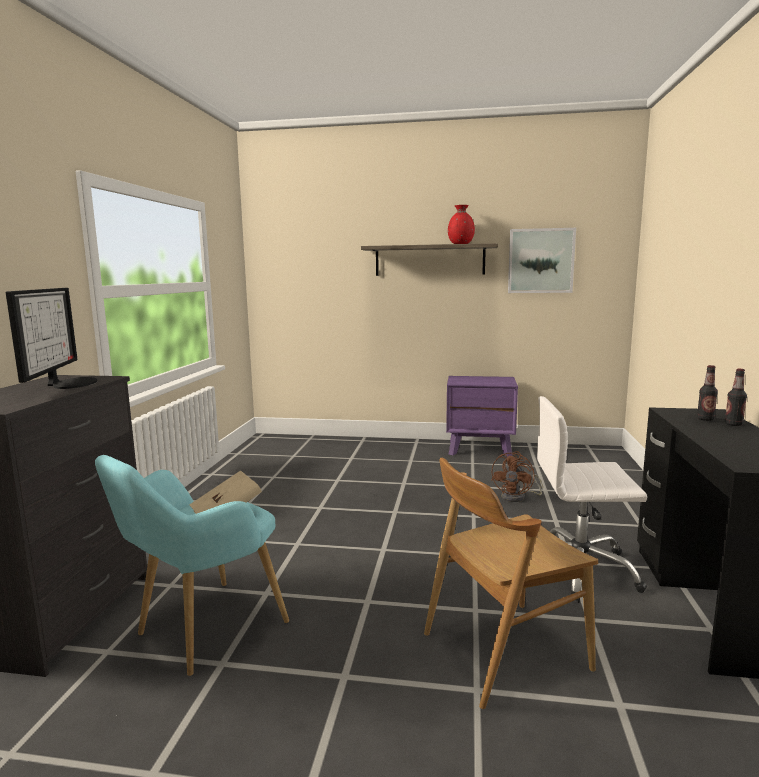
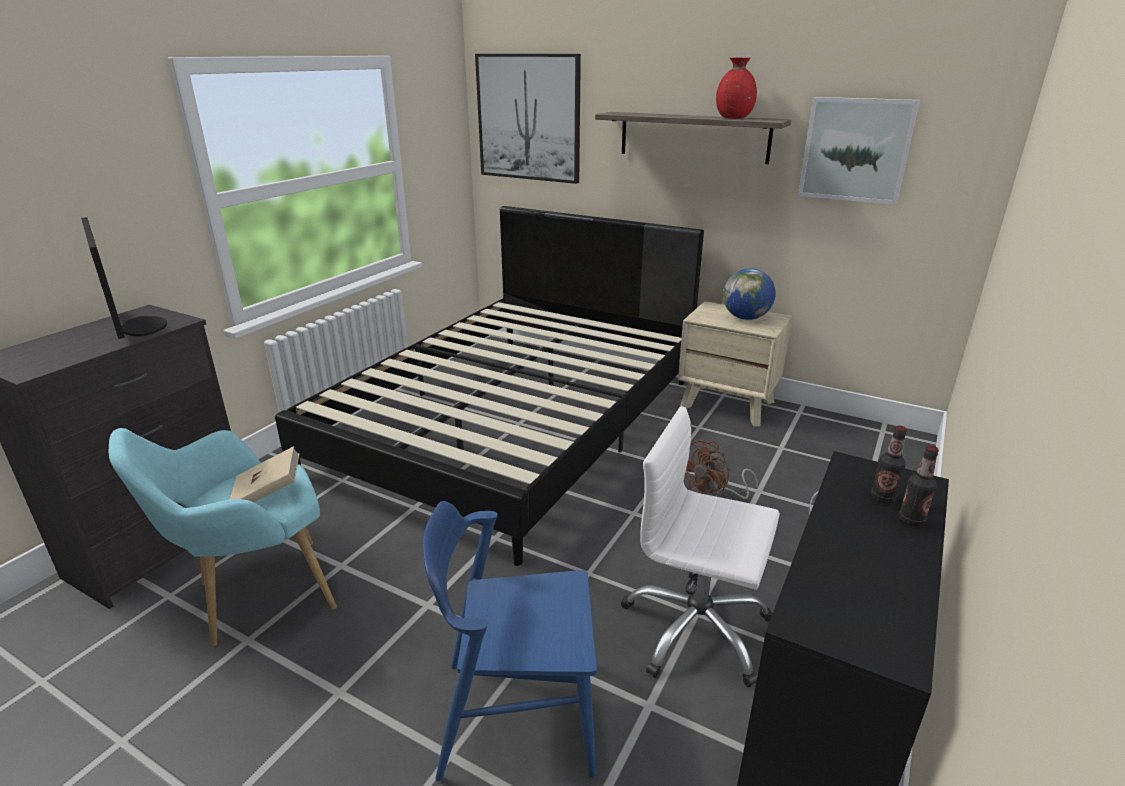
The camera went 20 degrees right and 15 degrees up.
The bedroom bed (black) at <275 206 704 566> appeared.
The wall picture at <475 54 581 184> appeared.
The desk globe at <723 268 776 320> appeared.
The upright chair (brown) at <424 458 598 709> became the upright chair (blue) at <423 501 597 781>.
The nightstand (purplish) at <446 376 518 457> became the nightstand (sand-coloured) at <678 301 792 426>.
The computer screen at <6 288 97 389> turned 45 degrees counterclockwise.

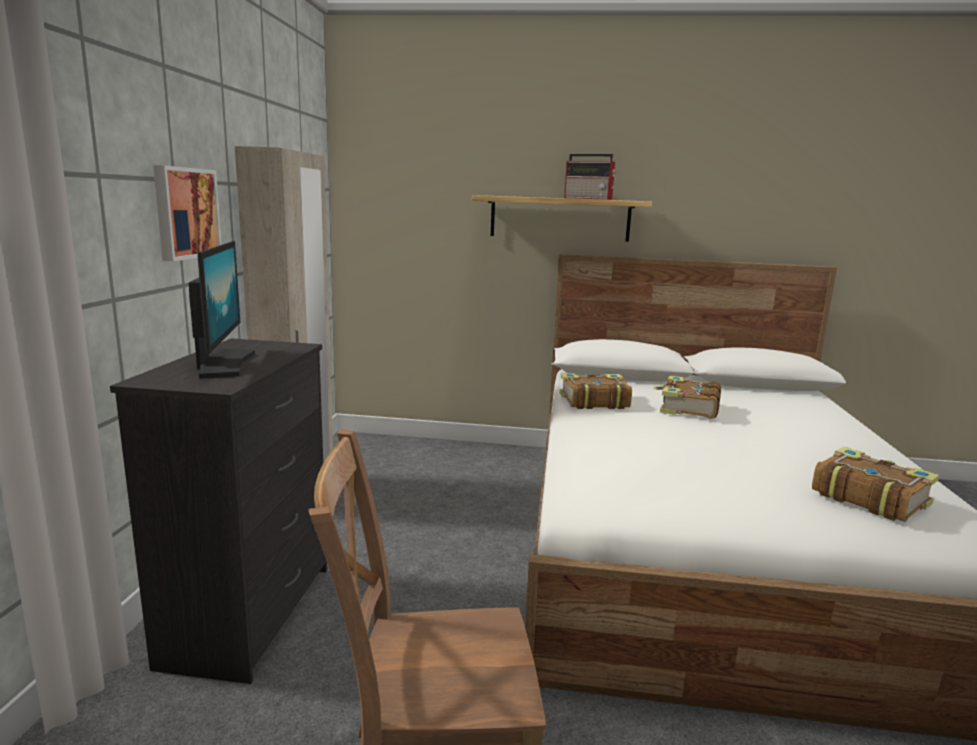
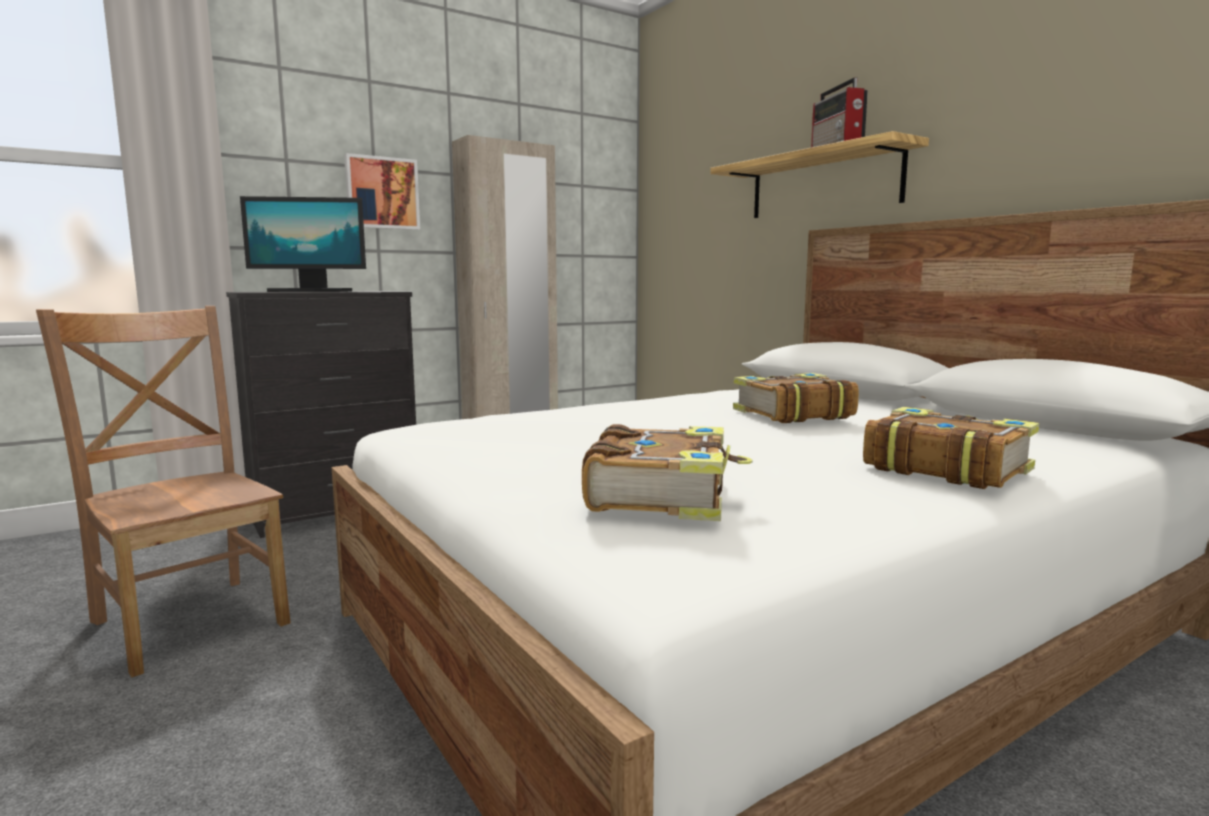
The camera went 50 degrees right and 5 degrees down.
The book moved from <560 373 632 409> to <863 407 1039 489>.
The computer screen at <189 241 255 379> turned 45 degrees clockwise.

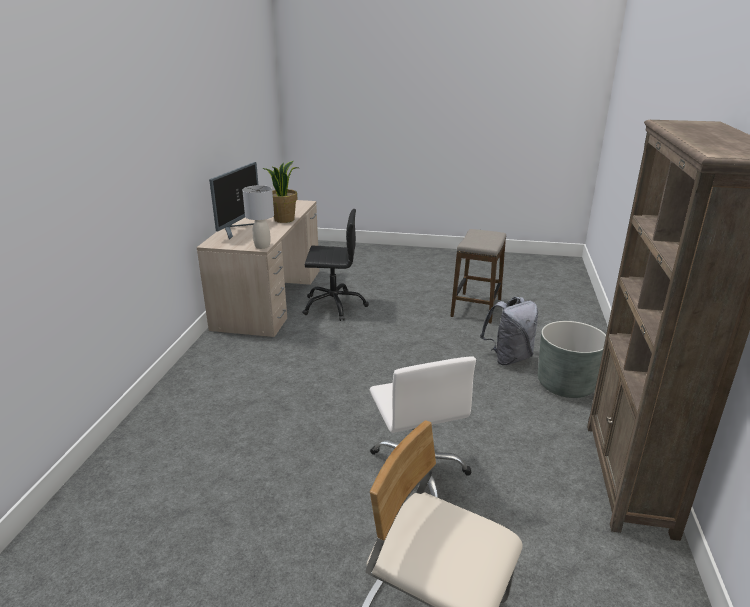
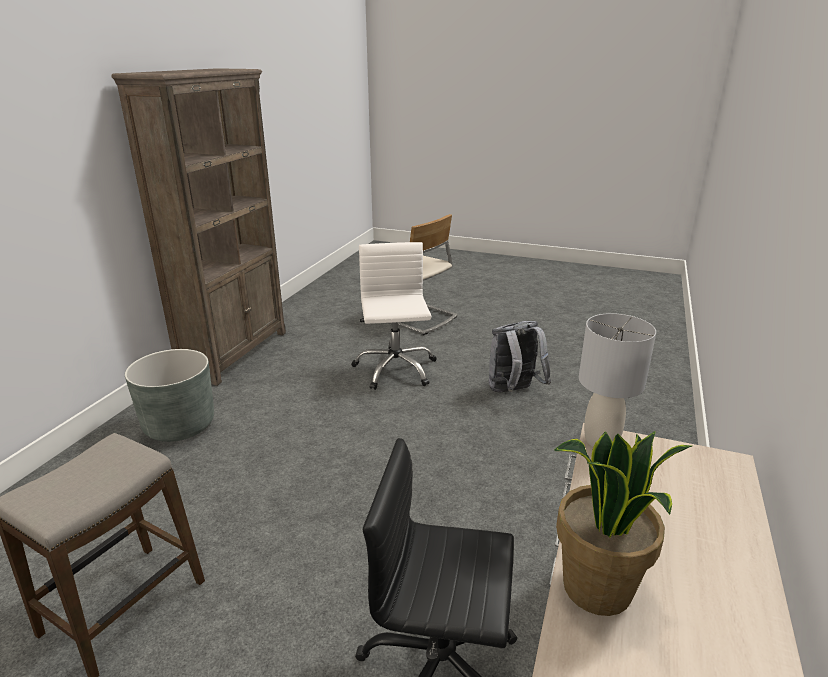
The camera went 170 degrees left and 0 degrees up.
The computer screen at <209 162 258 240> disappeared.
The rucksack (grey) moved from <480 297 538 365> to <488 321 551 393>.

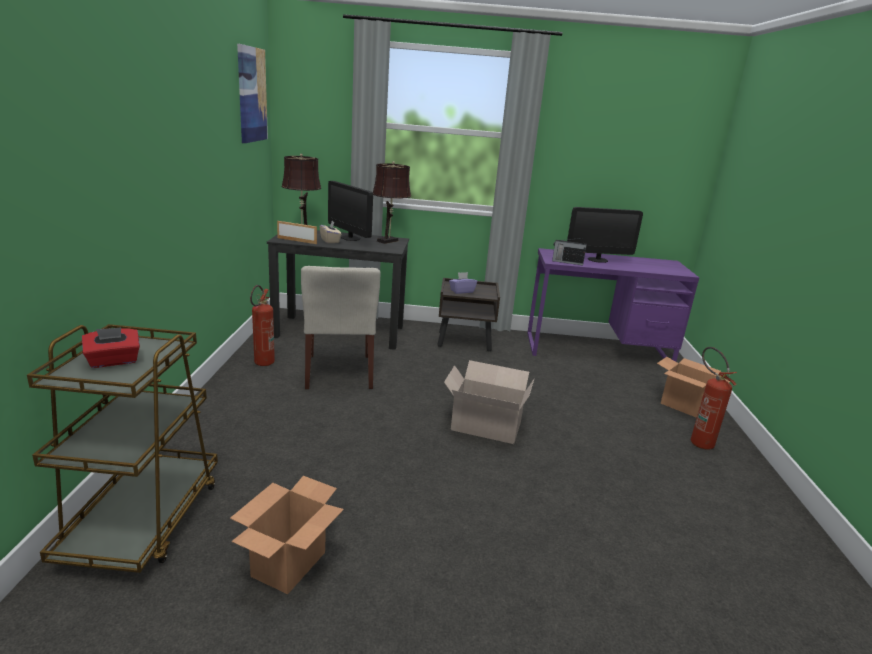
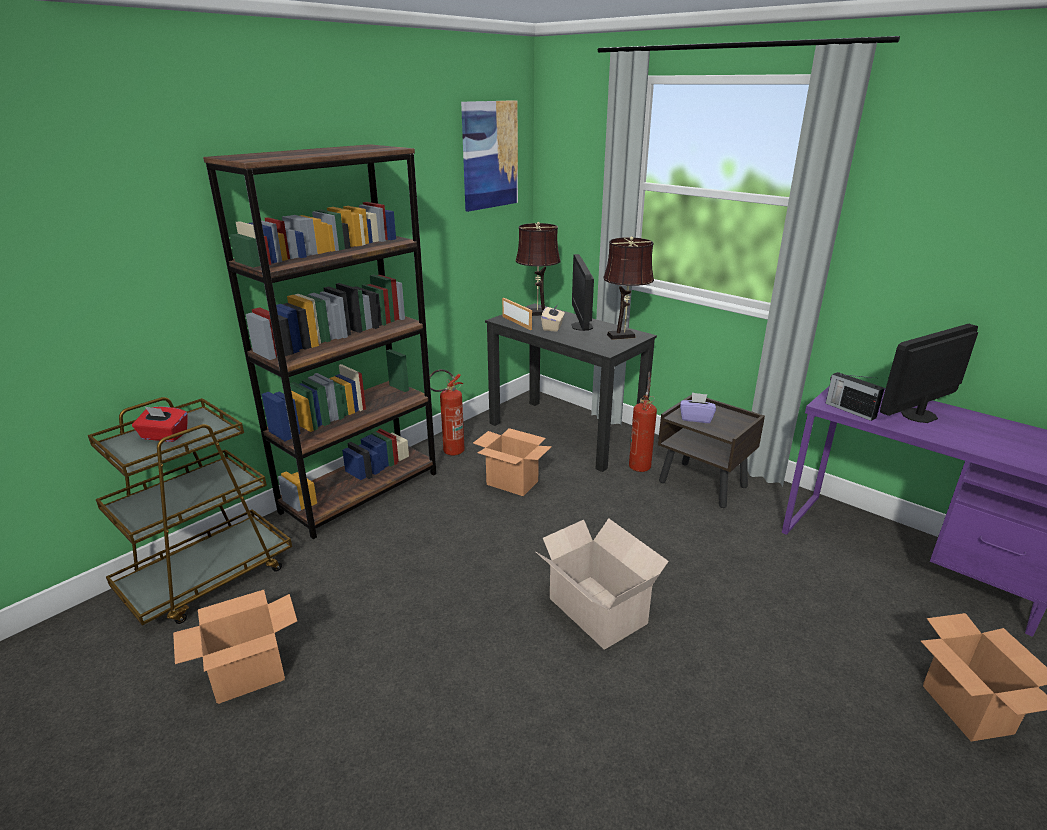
The camera went 40 degrees right and 5 degrees up.
The bookshelf (brown) at <203 144 436 539> appeared.
The fire-fighting cylinder moved from <691 347 737 450> to <629 372 657 472>.
The upright chair (sand-coloured) at <301 266 381 389> was replaced by the carton at <473 428 552 496>.
The computer screen at <567 207 643 263> turned 120 degrees clockwise.

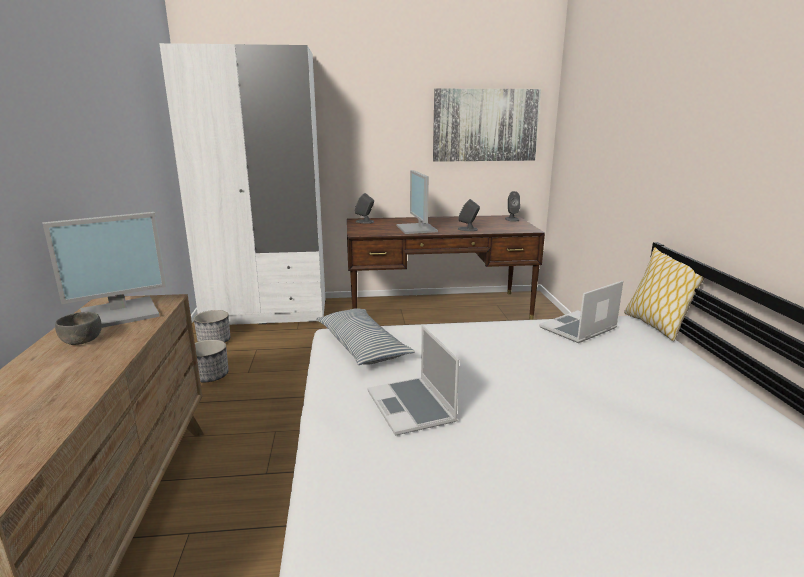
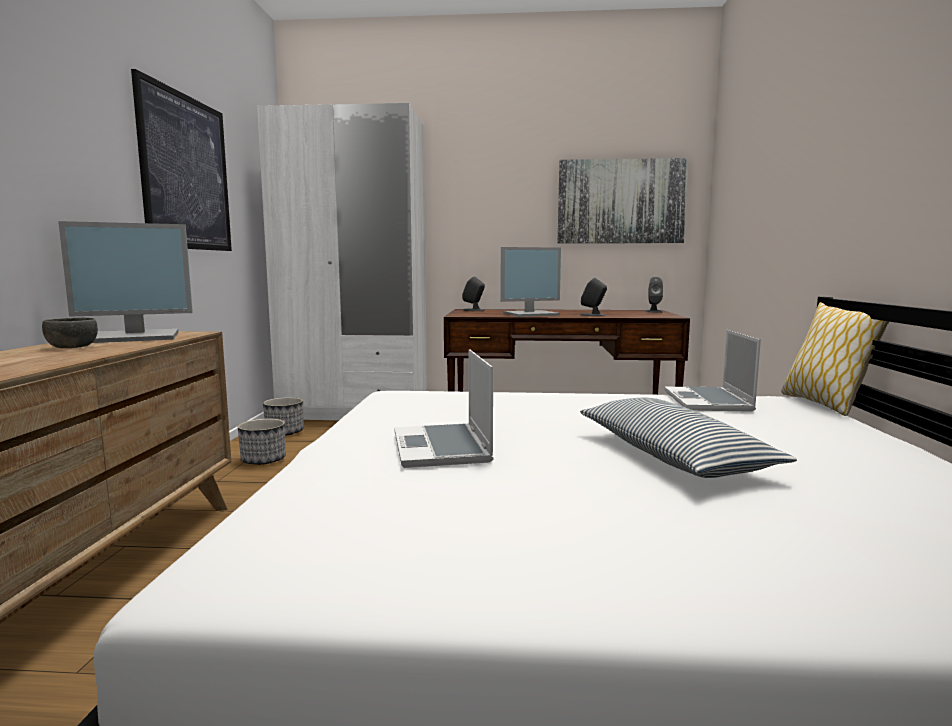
The camera went 10 degrees right and 10 degrees down.
The wall picture at <131 69 232 251> appeared.
The throw pillow moved from <316 308 415 365> to <580 398 797 478>.
The computer screen at <397 170 438 234> turned 105 degrees counterclockwise.
The portable computer at <539 281 623 343> turned 60 degrees counterclockwise.

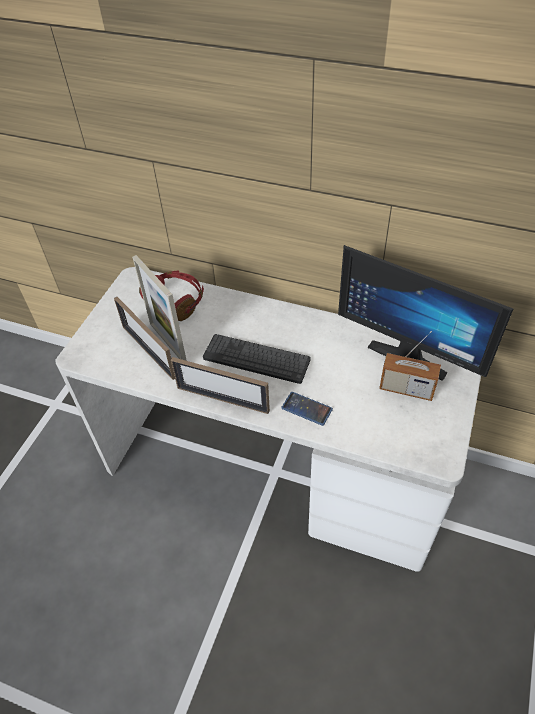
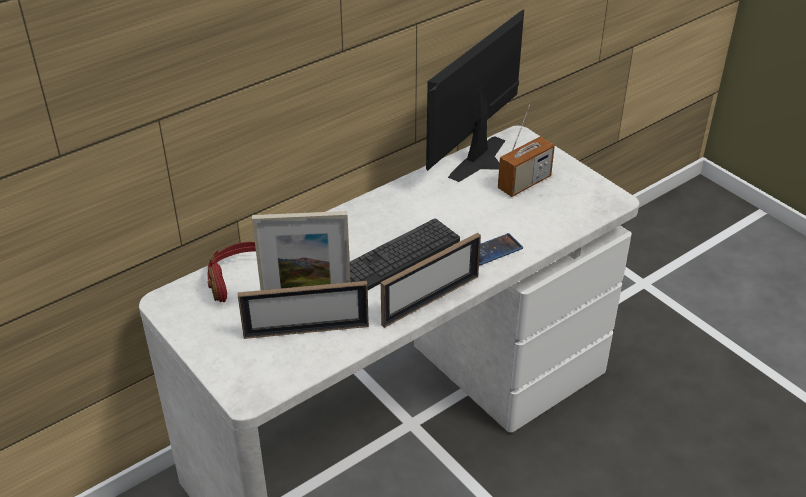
The camera went 60 degrees left and 10 degrees down.
The computer screen at <338 245 513 381> turned 150 degrees clockwise.

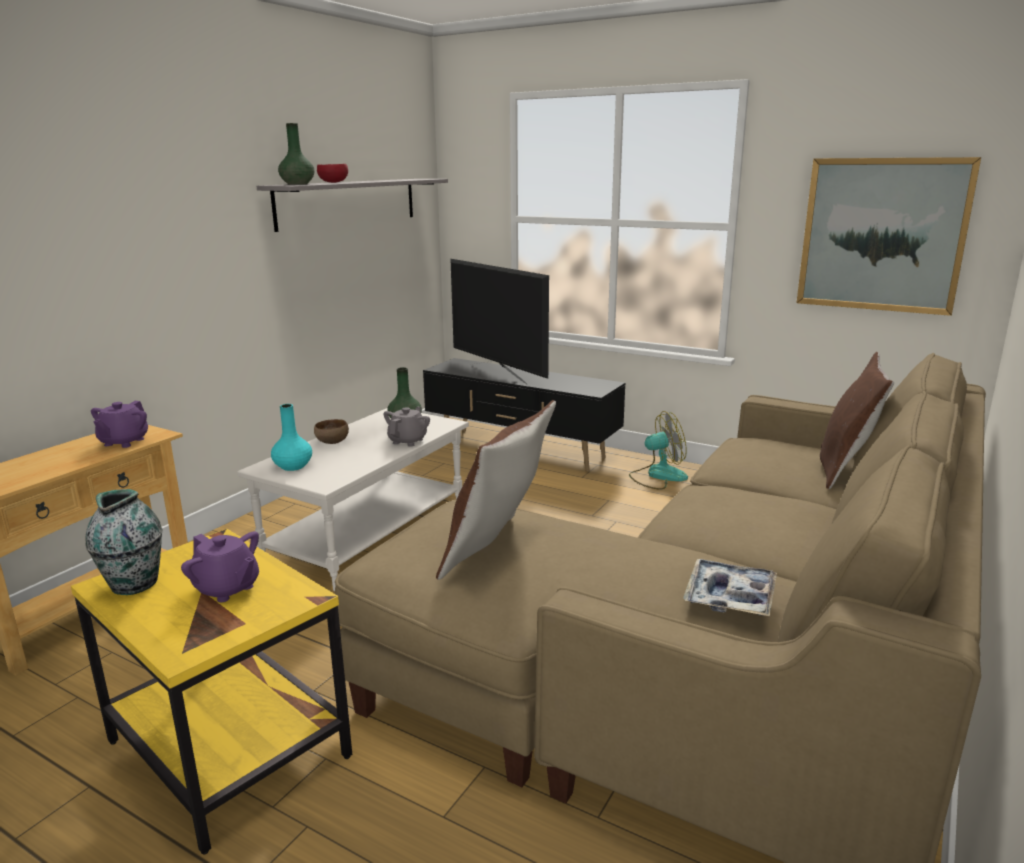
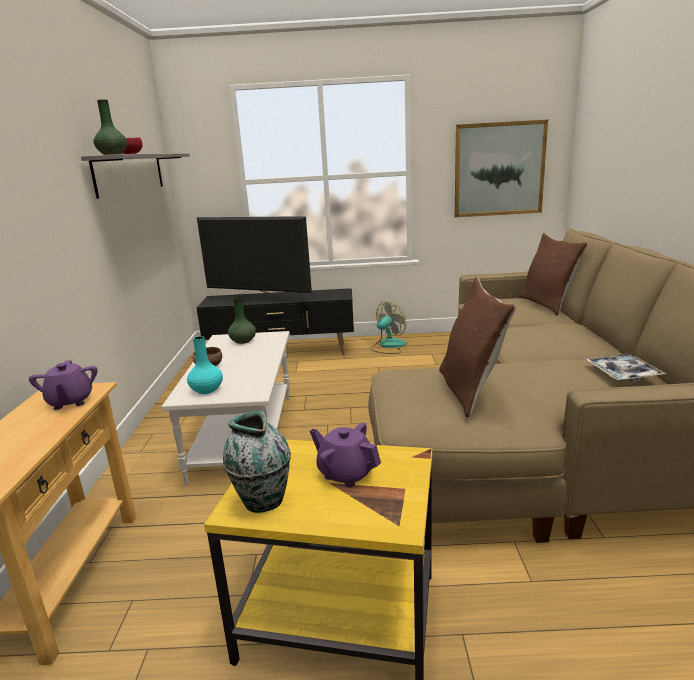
The camera went 30 degrees left and 0 degrees up.
The teapot (grey) at <384 407 430 447> disappeared.
The teapot (purplish) at <181 531 259 602> turned 150 degrees counterclockwise.

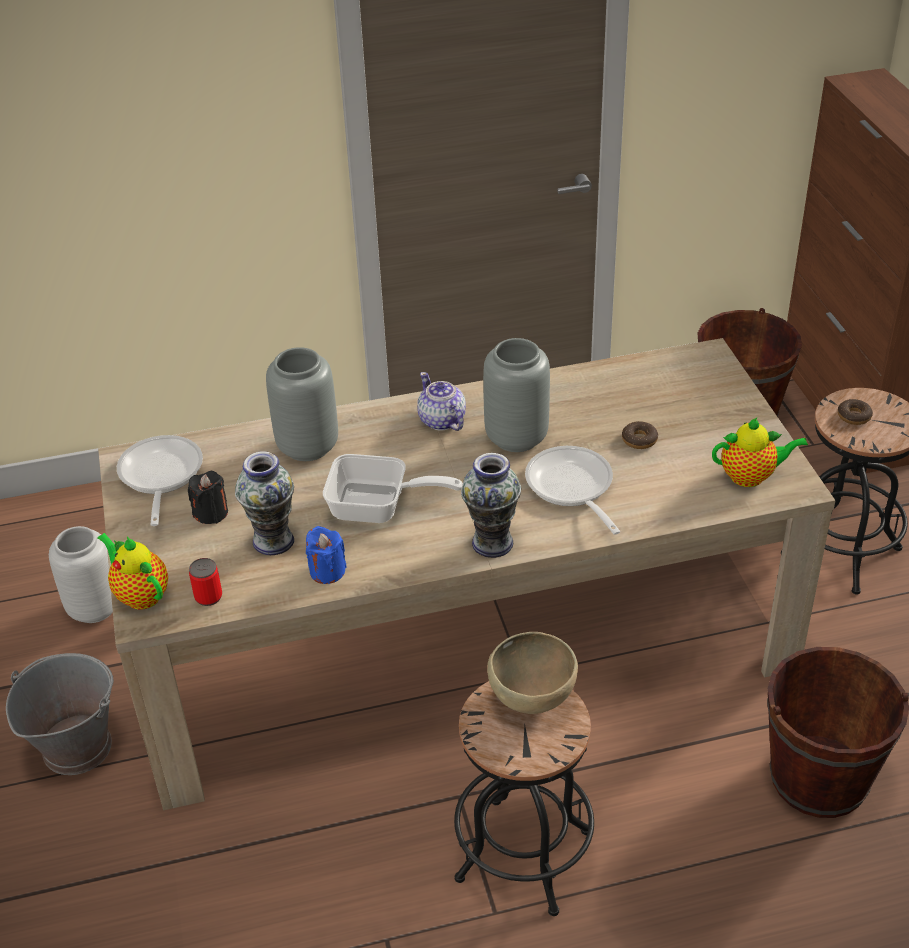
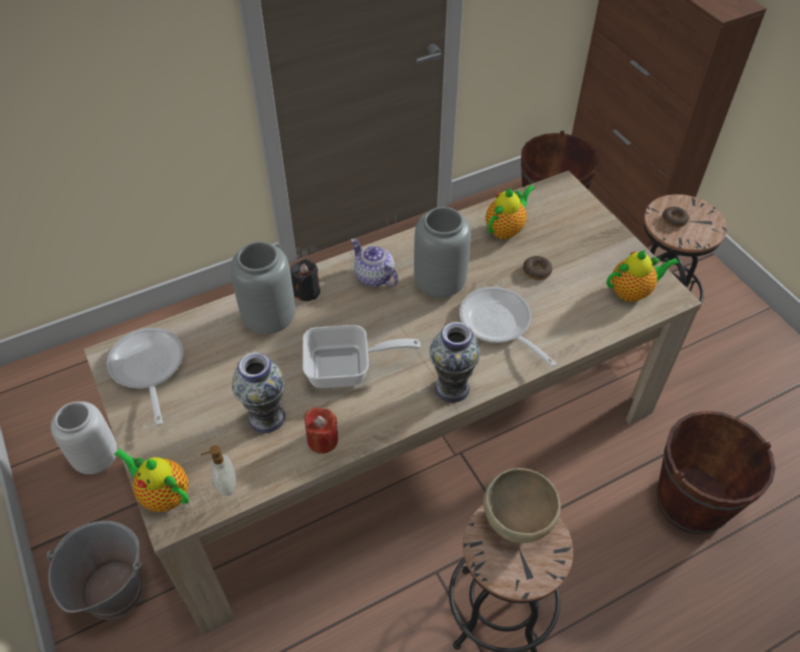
The camera went 15 degrees left and 10 degrees up.
The teapot at <486 185 535 239> appeared.
The wax light (black) moved from <188 471 228 524> to <291 259 320 301>.
The metal can at <189 558 222 606> was replaced by the liquid soap bottle at <201 445 236 496>.
The wax light (blue) at <306 526 346 584> became the wax light (red) at <304 407 338 454>.

